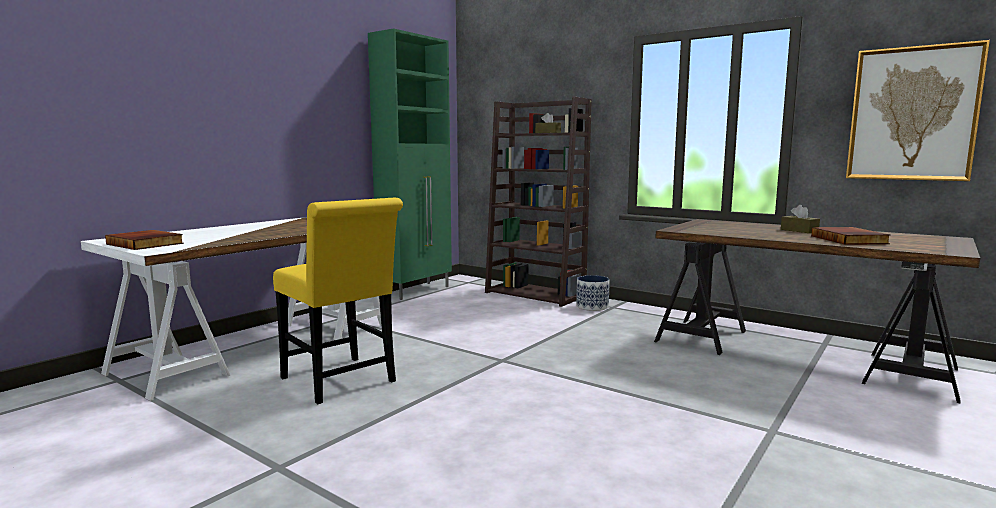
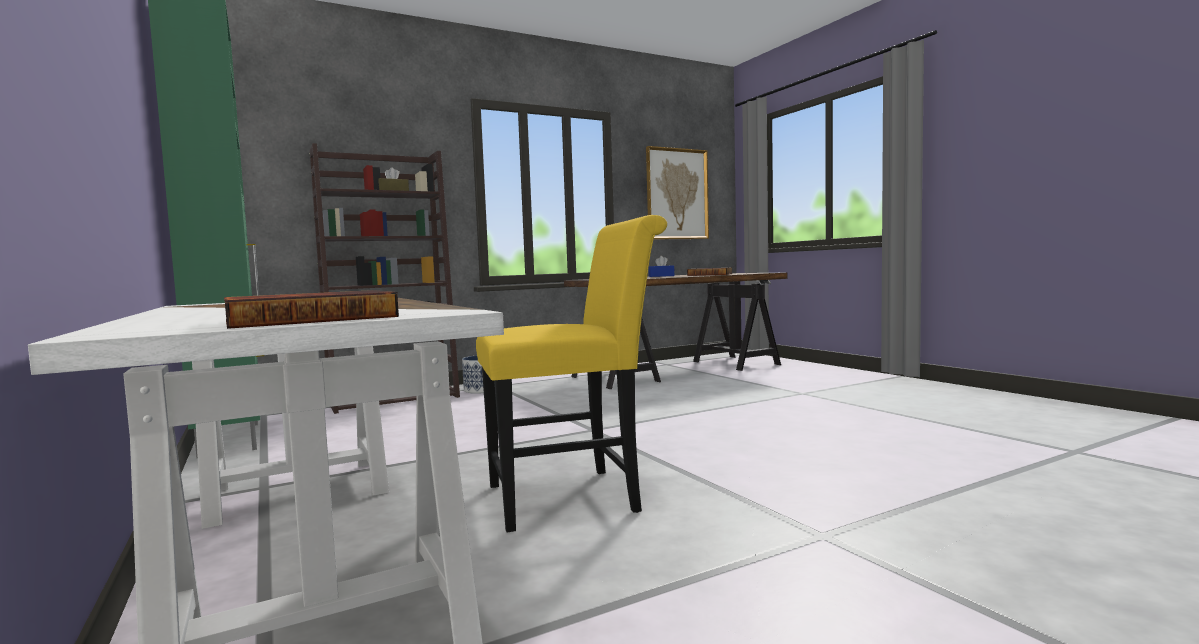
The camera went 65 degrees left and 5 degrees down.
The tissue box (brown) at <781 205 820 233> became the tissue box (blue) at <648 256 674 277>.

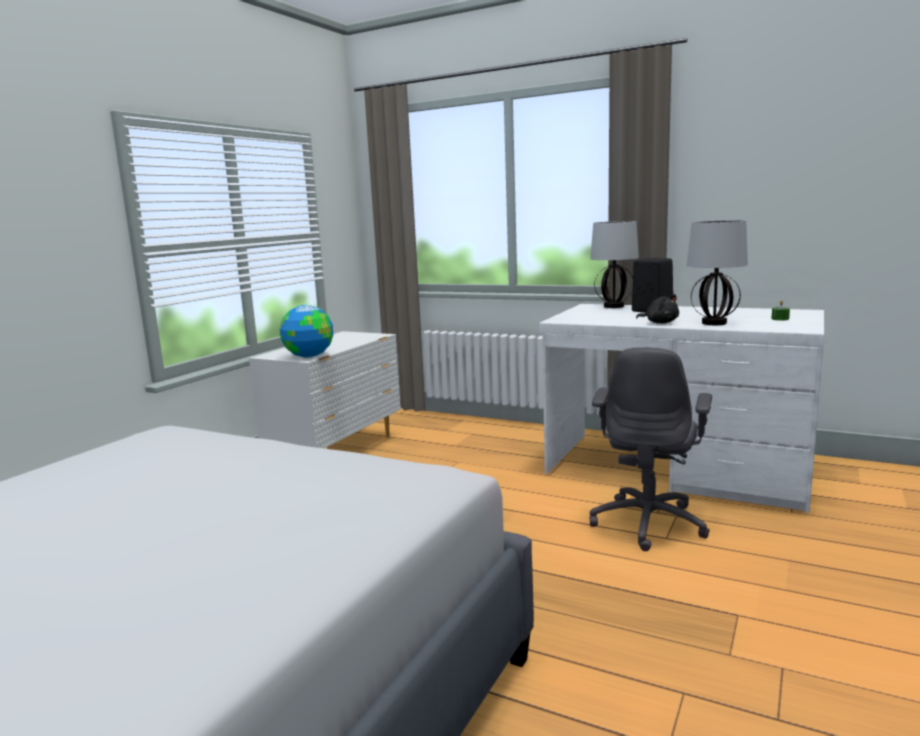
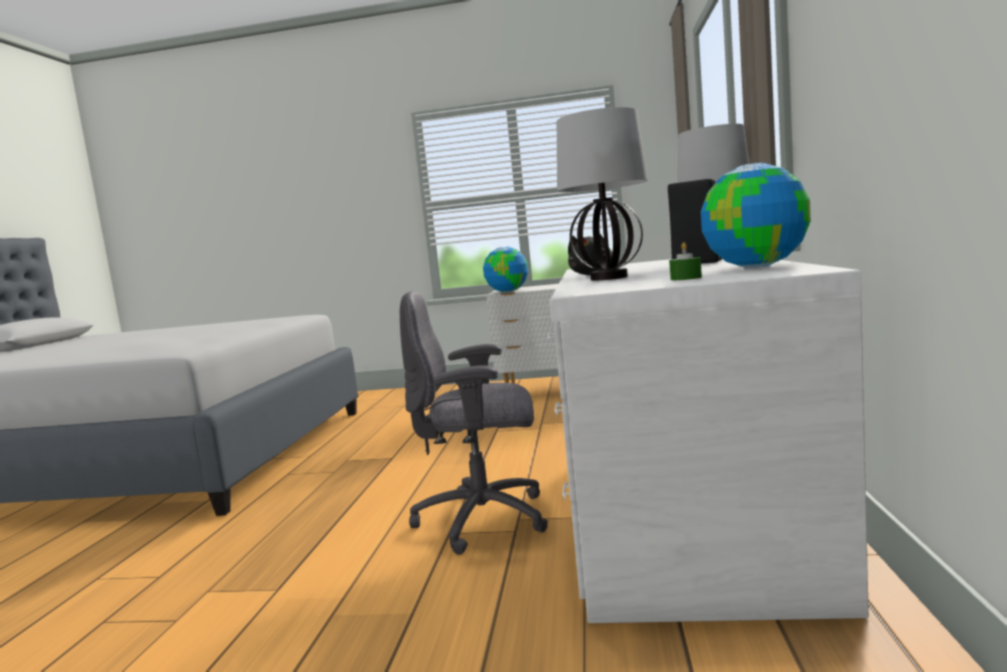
The camera went 70 degrees right and 5 degrees down.
The desk globe at <701 163 811 268> appeared.

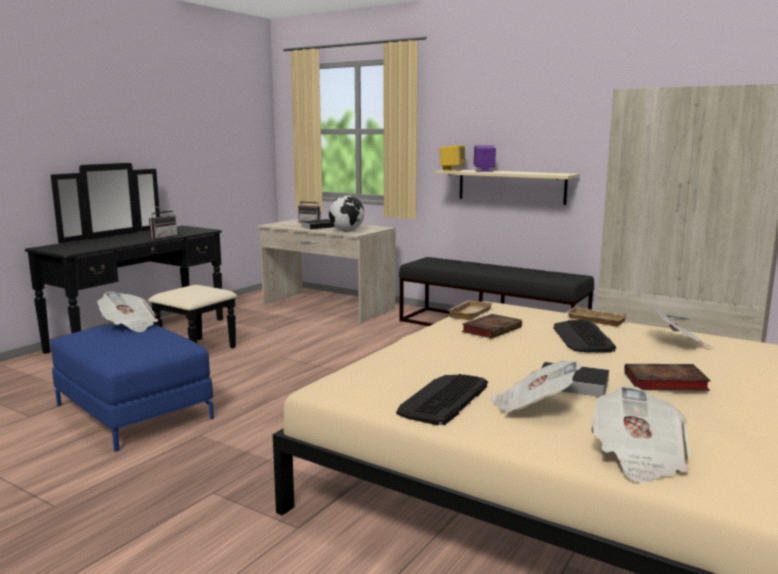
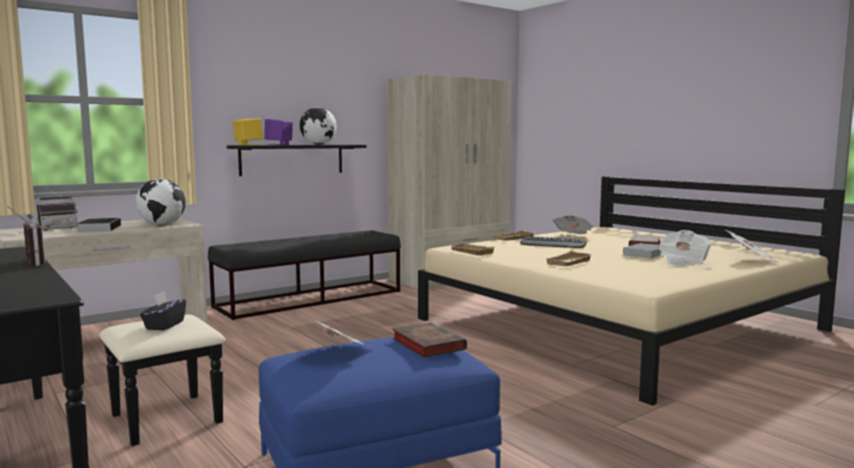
The camera went 70 degrees left and 5 degrees down.
The computer keyboard at <396 374 488 425> disappeared.
The tissue box (black) at <140 291 186 330> appeared.
The desk globe at <300 107 337 145> appeared.
The carrying tray (sand-coloured) at <547 251 593 266> appeared.
The book moved from <462 314 522 339> to <392 322 467 358>.
The shelf (sand-coloured) at <435 170 580 205> became the shelf (black) at <227 145 367 176>.

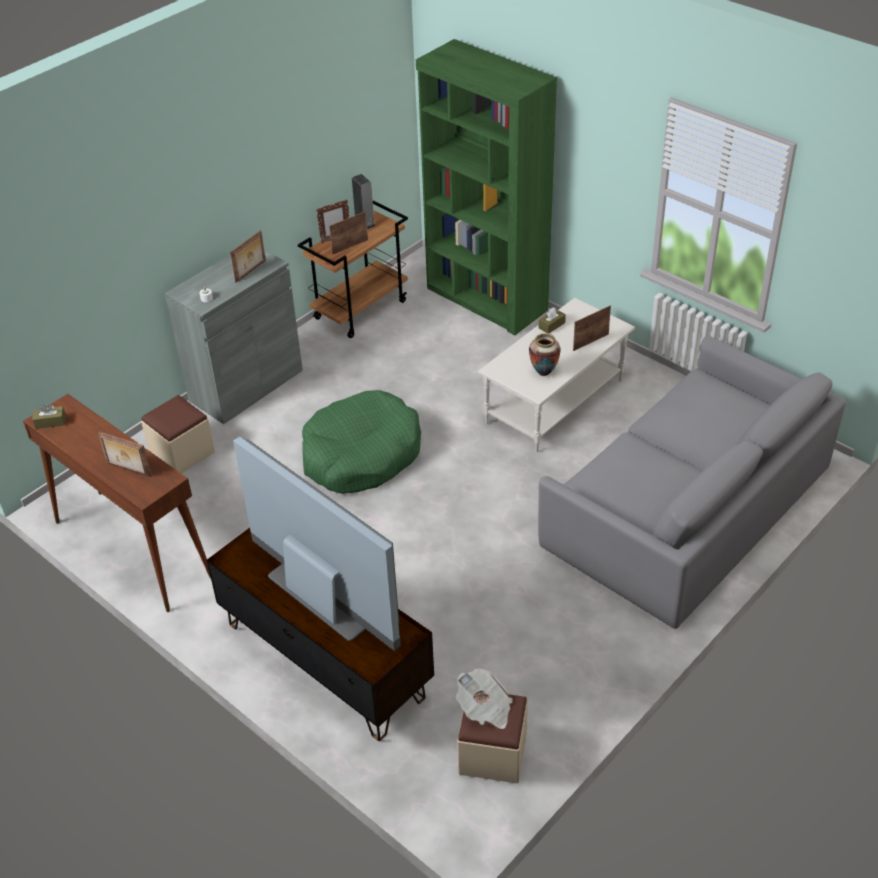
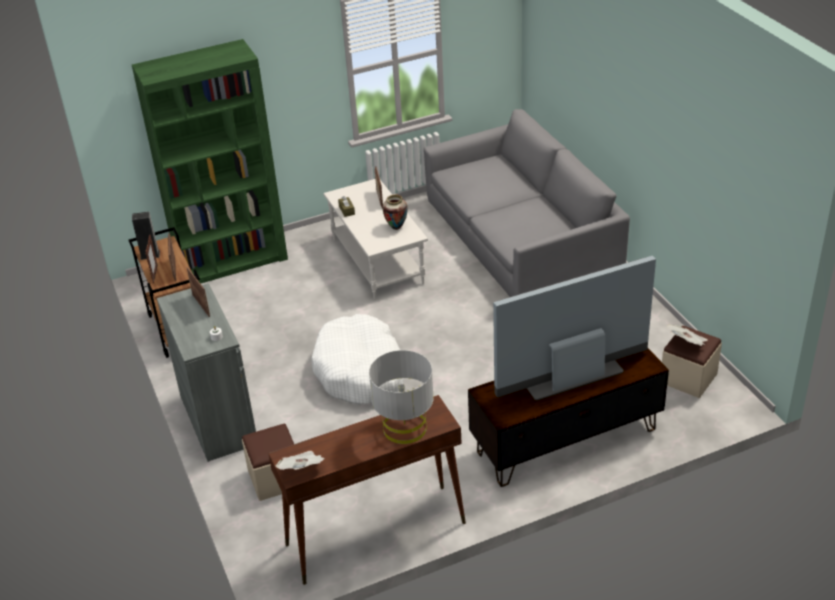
The camera went 65 degrees left and 5 degrees down.
The tissue box (brown) at <32 404 66 429> was replaced by the printed paper at <276 451 325 470>.
The standing frame at <98 431 152 477> was replaced by the lamp for a table (grey) at <369 350 434 444>.
The pet bed (greenish) at <302 390 421 494> became the pet bed (white-coloured) at <311 314 404 405>.

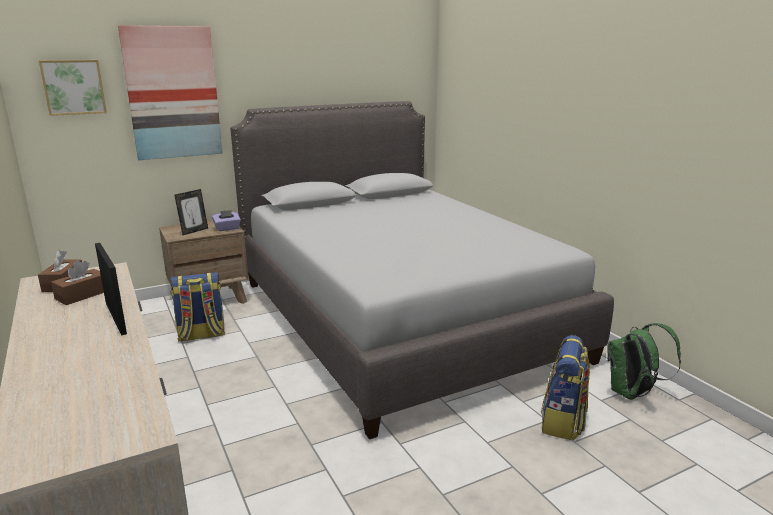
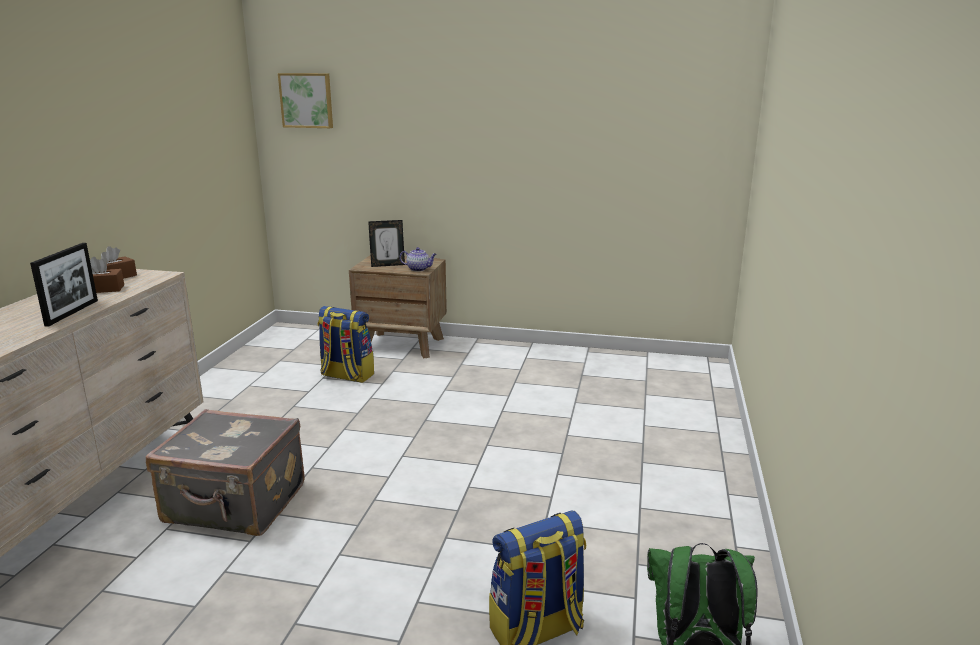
The camera went 40 degrees right and 0 degrees up.
The wall picture at <118 25 223 160> disappeared.
The bedroom bed (grey) at <230 101 614 439> disappeared.
The suitcase (grey) at <146 409 305 536> appeared.
The tissue box (purplish) at <212 210 241 231> was replaced by the teapot at <400 247 437 272>.

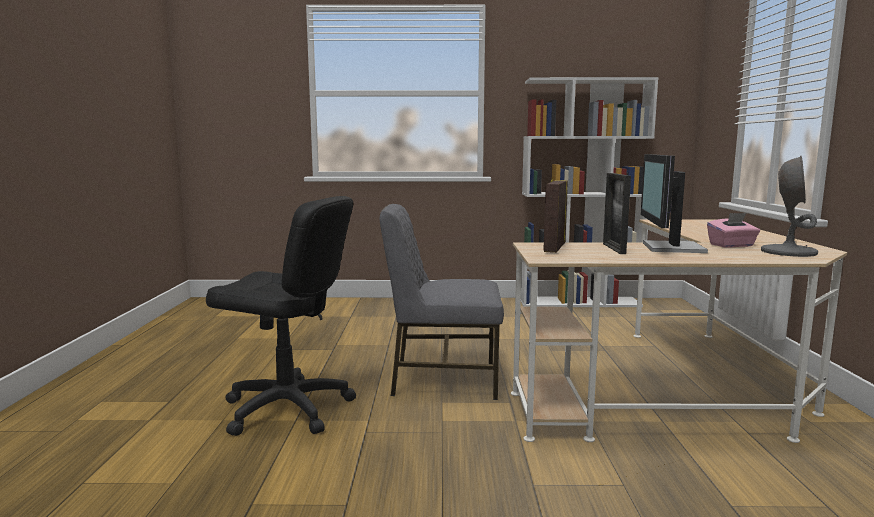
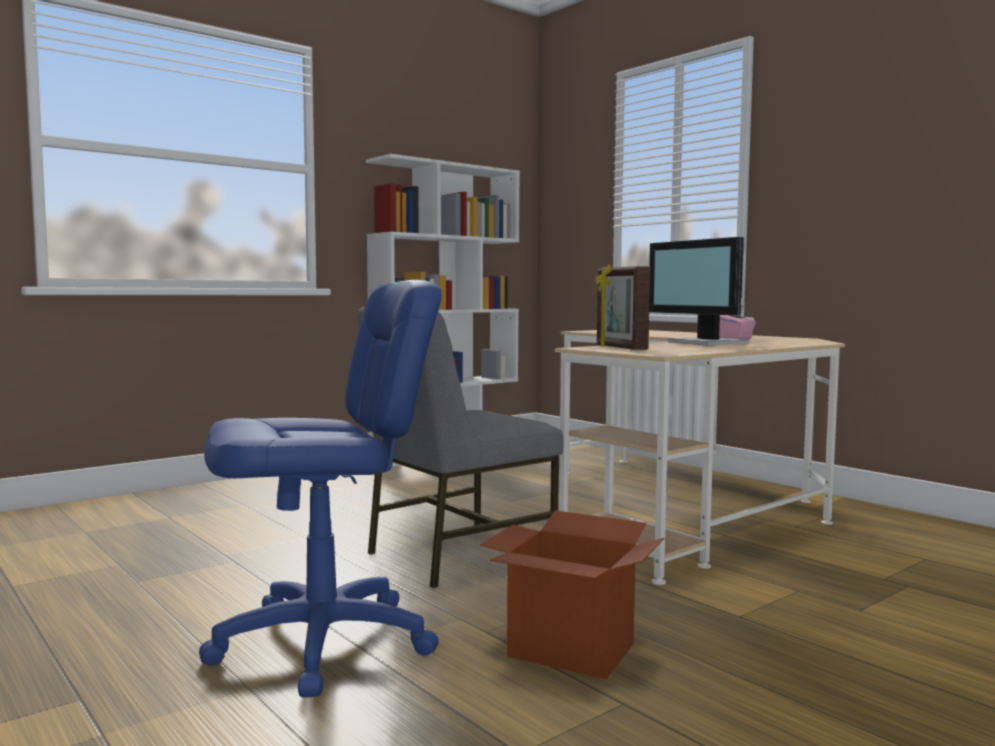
The camera went 40 degrees left and 5 degrees down.
The standing frame at <603 173 631 254> disappeared.
The lamp for a table (grey) at <761 155 818 257> disappeared.
The carton at <480 510 664 679> appeared.
The office chair (black) at <206 196 356 436> became the office chair (blue) at <199 280 442 697>.

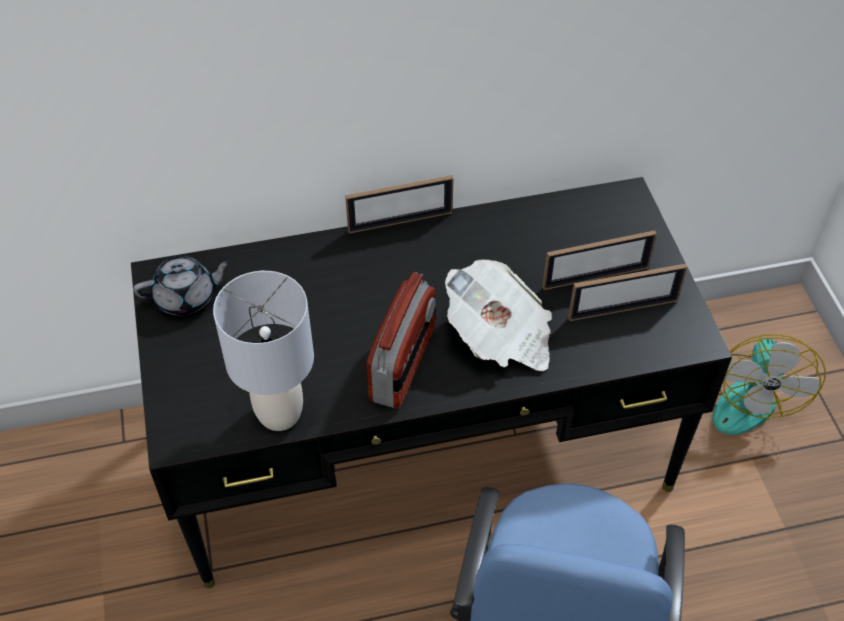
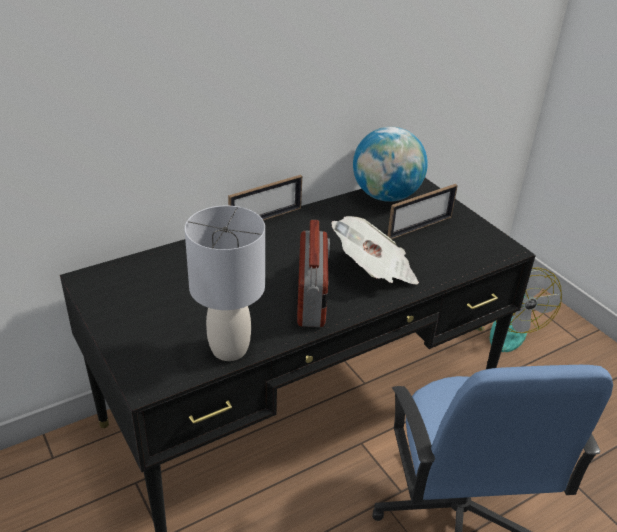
The camera went 20 degrees left and 15 degrees down.
The teapot (grey) at <133 256 232 315> disappeared.
The standing frame at <568 264 687 321> disappeared.
The desk globe at <353 127 428 202> appeared.

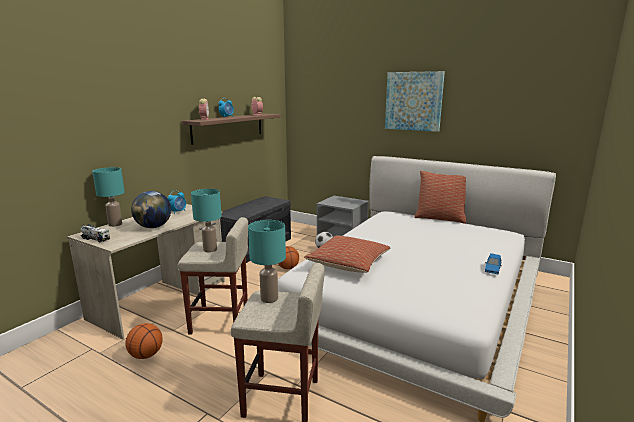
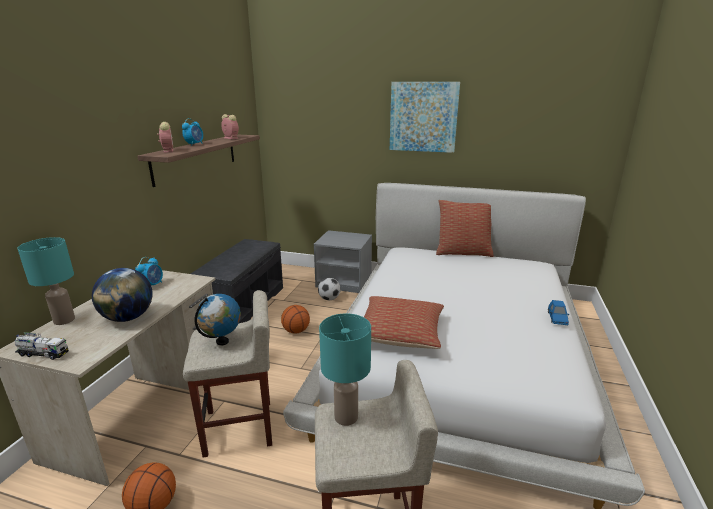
The camera went 15 degrees left and 5 degrees up.
The lamp for a table (turquoise) at <191 189 222 253> was replaced by the desk globe at <195 294 241 346>.

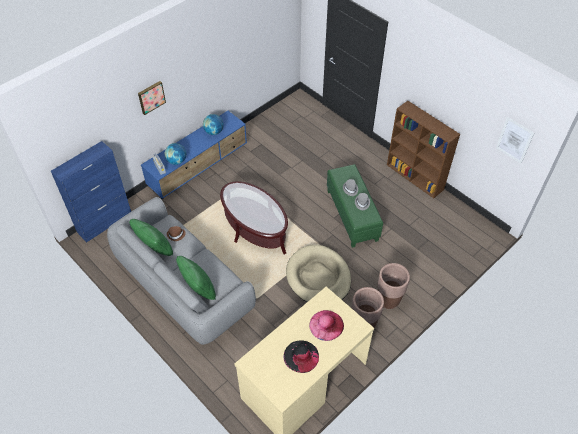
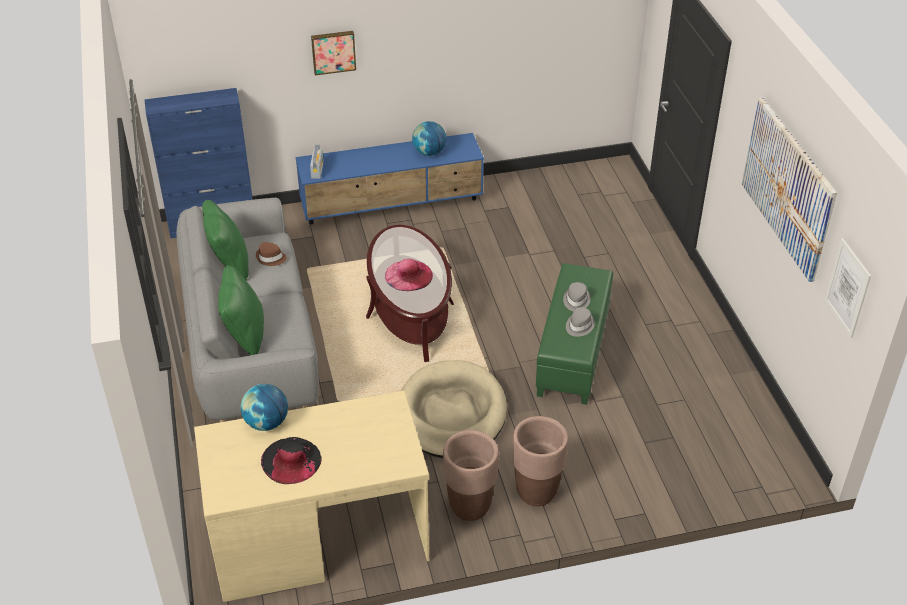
The camera went 30 degrees right and 10 degrees down.
The bookshelf (brown) at <387 101 460 198> disappeared.
The wall picture at <742 98 837 282> appeared.
The desk globe moved from <165 143 186 165> to <240 384 288 431>.
The hat (pink) moved from <309 310 344 341> to <385 259 433 291>.

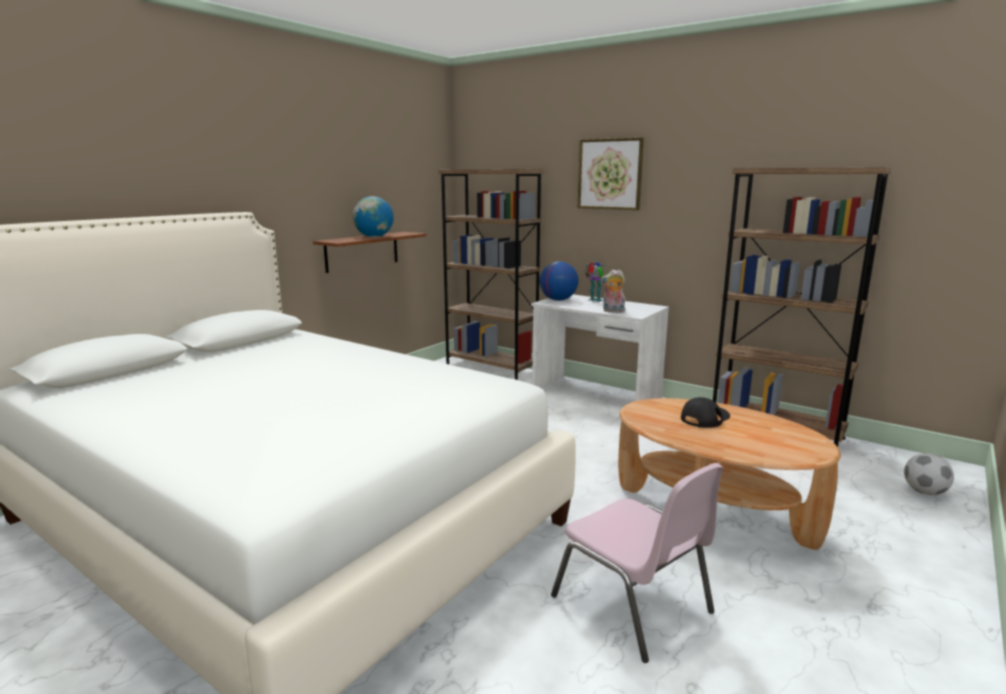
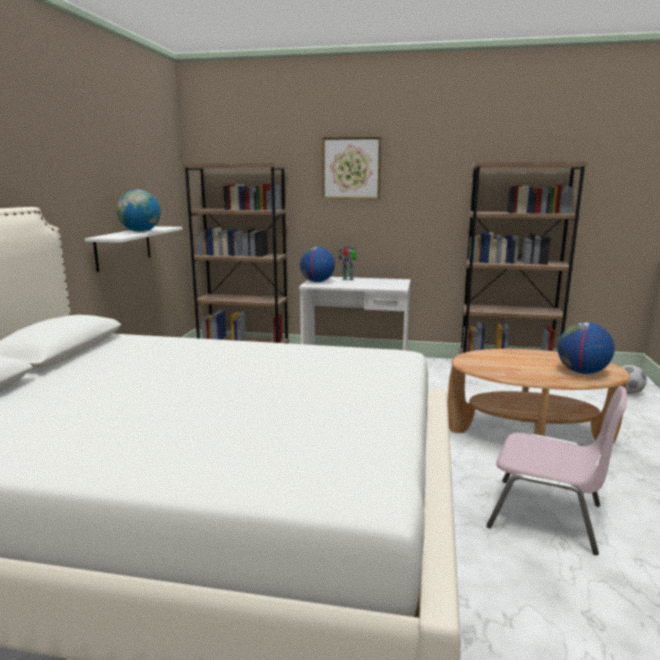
The camera went 25 degrees left and 0 degrees up.
The plush toy at <601 270 625 313> disappeared.
The peaked cap (black) at <681 397 730 428> disappeared.
The desk globe at <557 322 615 374> appeared.
The shelf (brown) at <313 232 427 273> became the shelf (white-coloured) at <85 226 183 272>.

